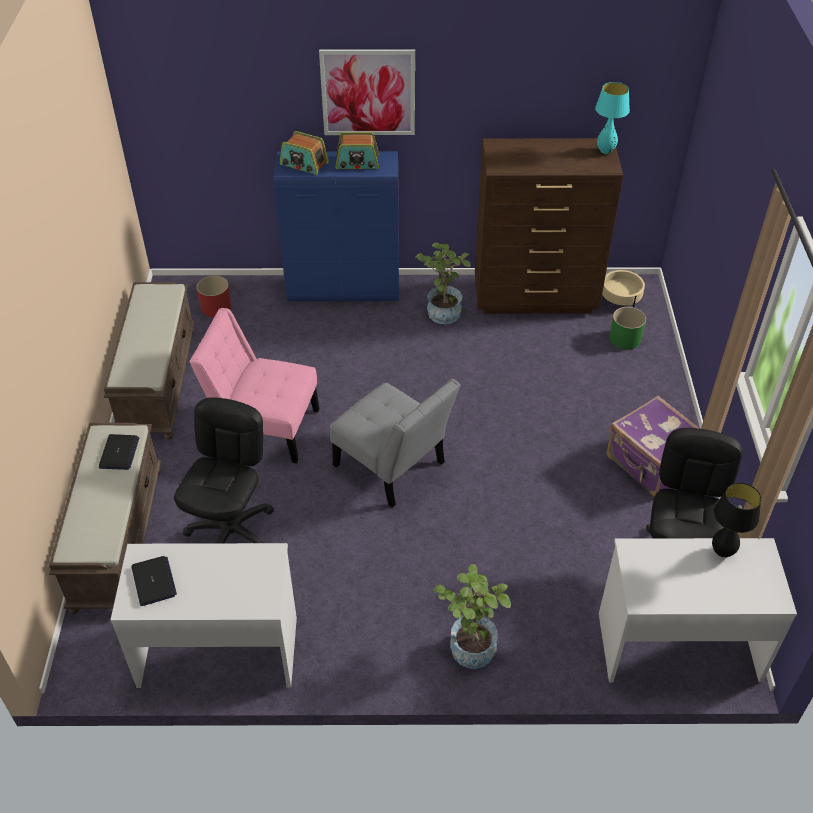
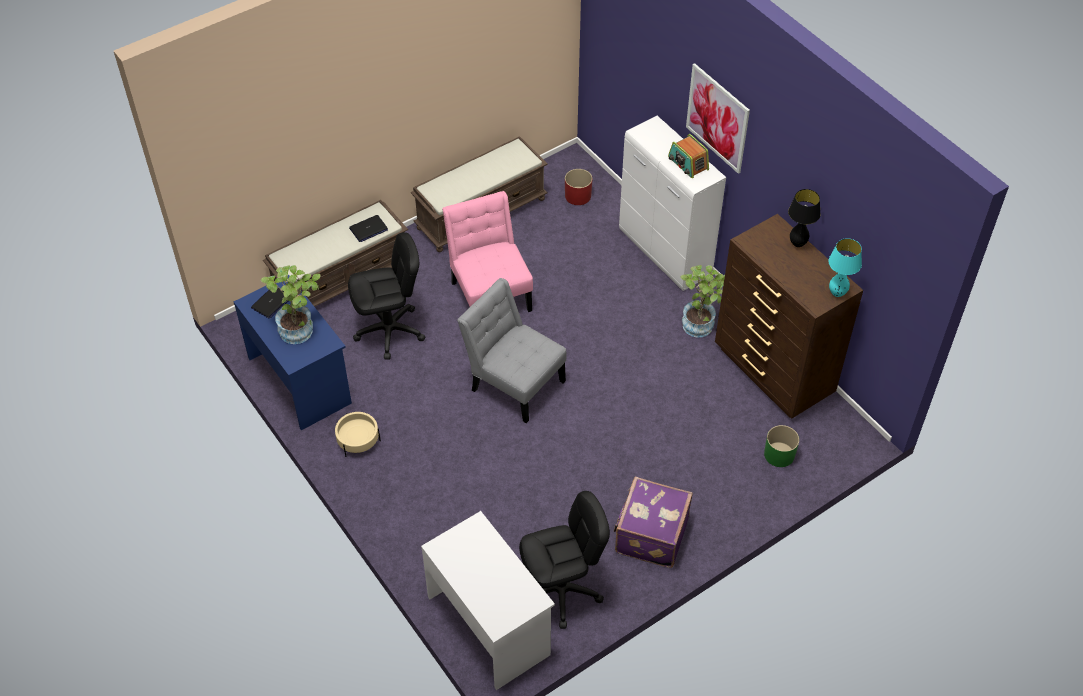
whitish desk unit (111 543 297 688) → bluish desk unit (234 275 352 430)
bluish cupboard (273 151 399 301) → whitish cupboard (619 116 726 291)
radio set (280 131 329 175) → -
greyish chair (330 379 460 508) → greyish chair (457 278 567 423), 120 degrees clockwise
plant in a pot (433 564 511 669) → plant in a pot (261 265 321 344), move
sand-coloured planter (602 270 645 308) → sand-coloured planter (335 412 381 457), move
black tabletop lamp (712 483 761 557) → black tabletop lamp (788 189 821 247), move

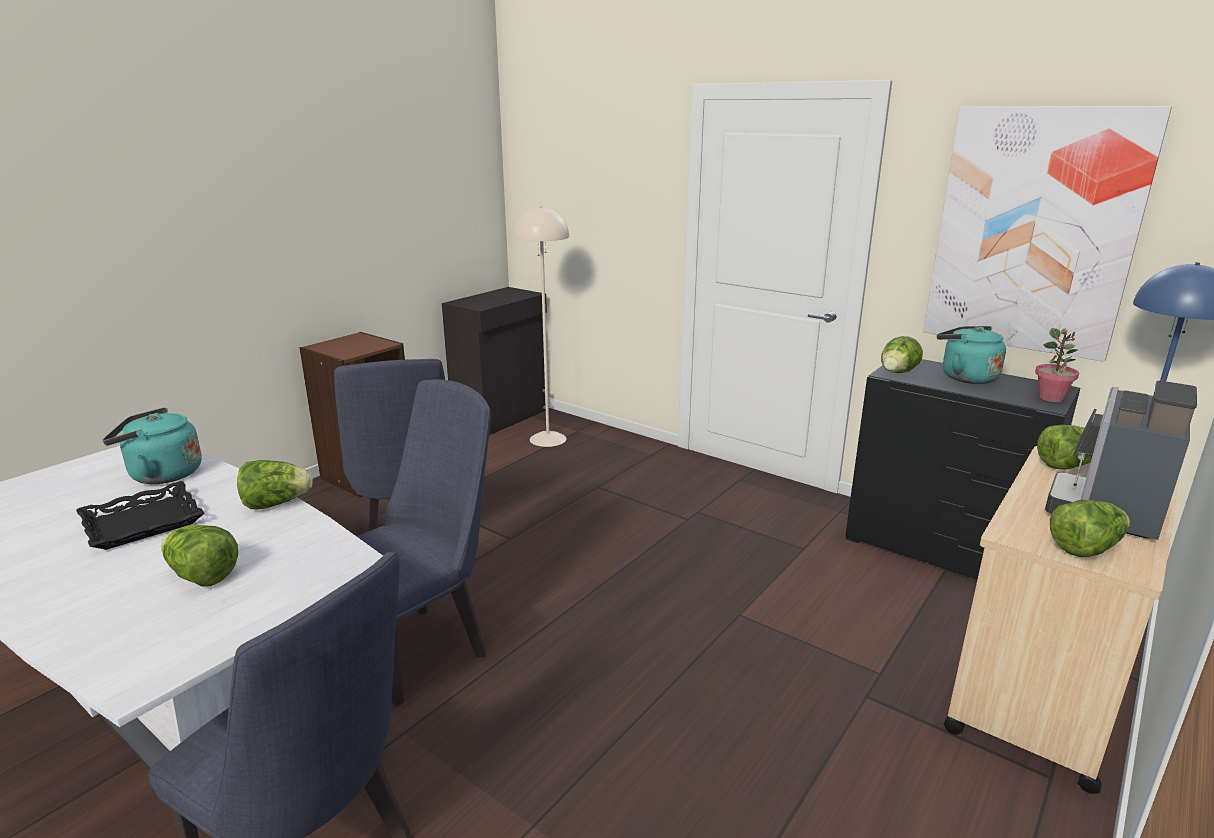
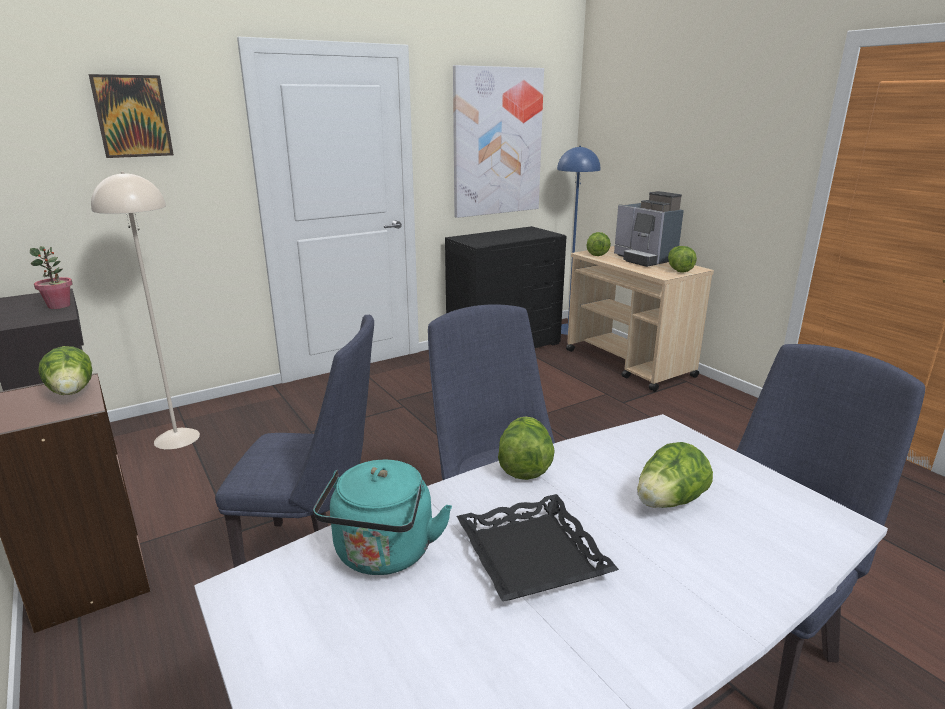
head of lettuce (881 336 923 373) → head of lettuce (38 346 92 395), move
turquoise kettle (937 326 1006 384) → -
plant in a pot (1035 328 1079 402) → plant in a pot (30 246 73 309), move
- → wall picture (88 74 174 158)

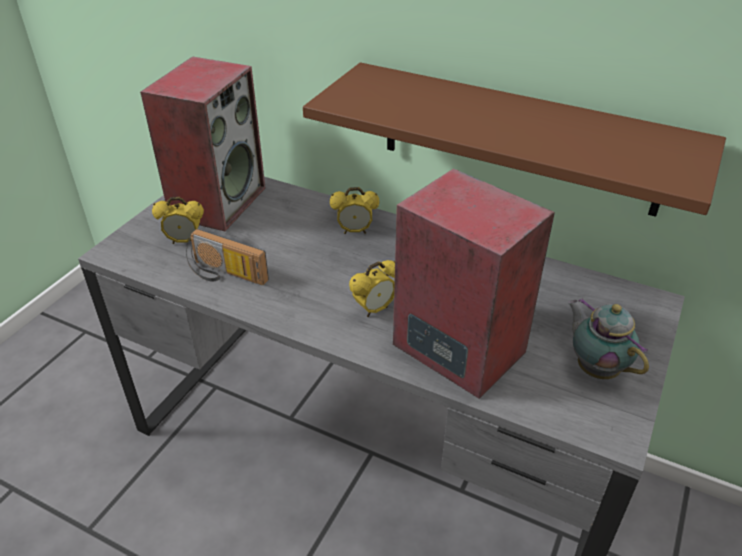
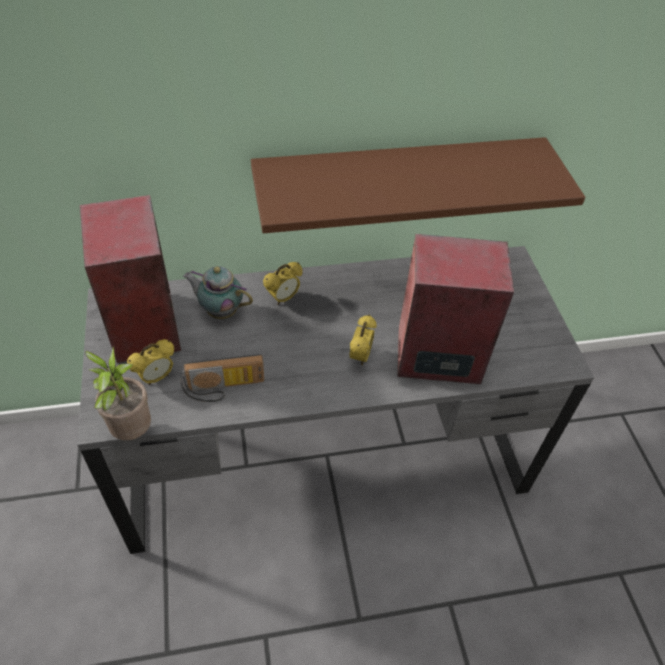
teapot (568 298 649 379) → teapot (183 266 253 319), move
- → plant in a pot (85 347 151 440)

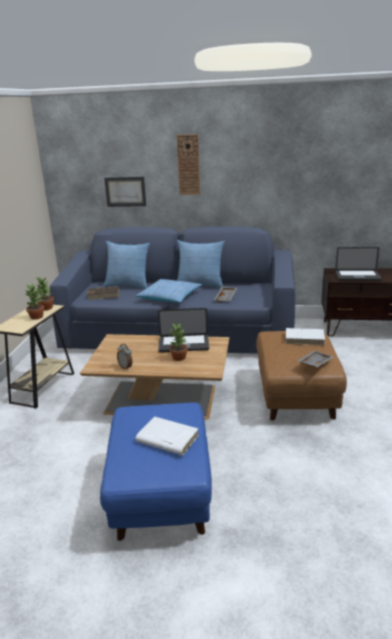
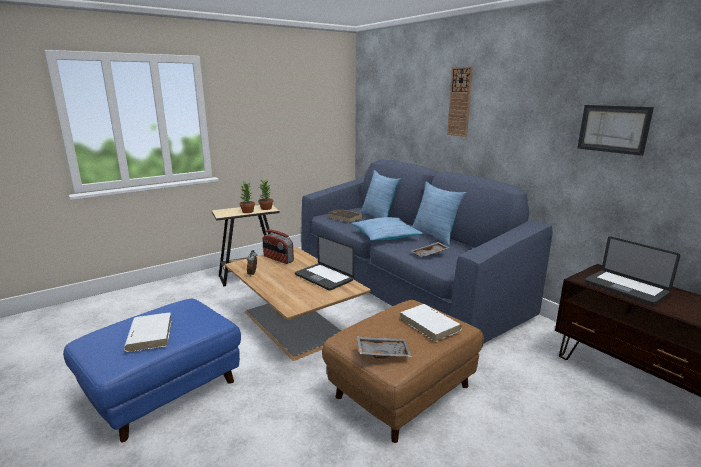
wall picture (104 177 146 207) → wall picture (577 105 654 156), move
plant in a pot (169 323 188 361) → -
- → radio set (262 229 294 264)

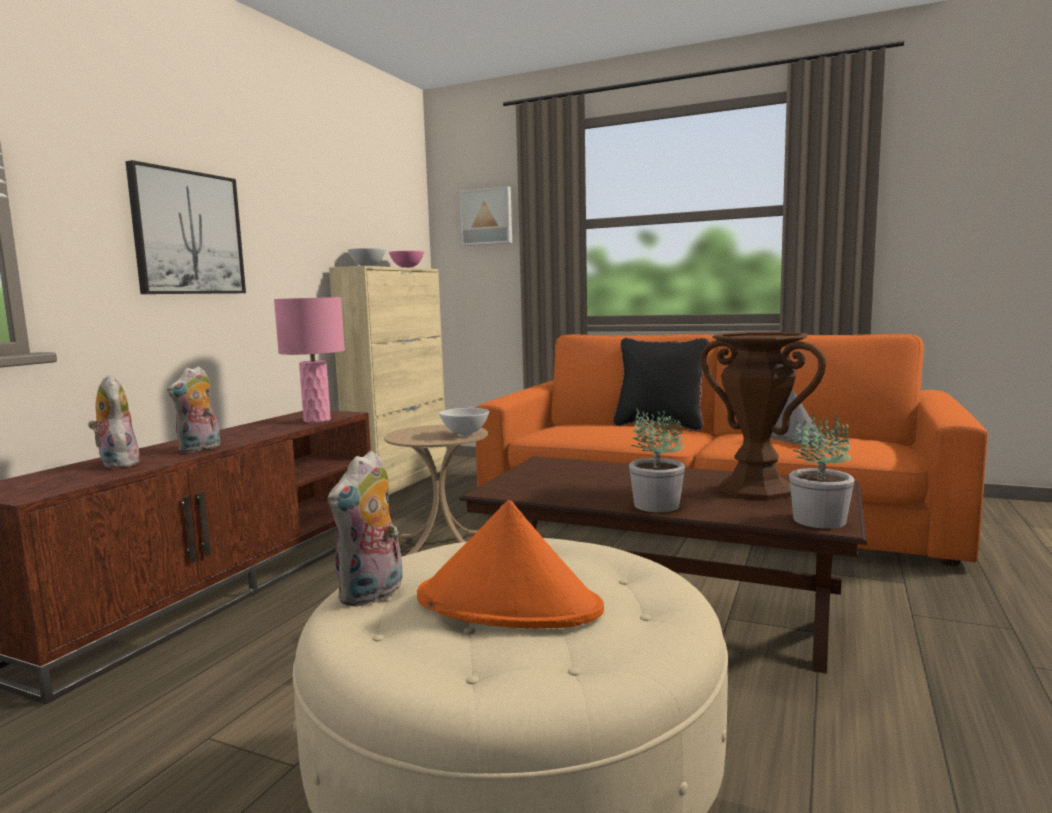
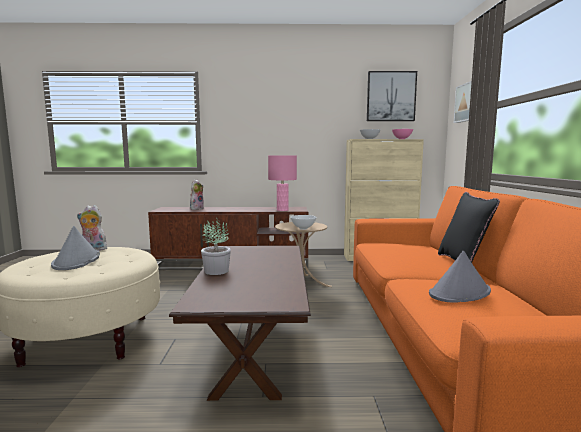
wall picture (125 160 246 294) → wall picture (367 71 417 121), move
soft toy (167 366 220 453) → -
orangey clothing hat (417 500 604 629) → greyish clothing hat (51 226 100 270)
brown-coloured decorative vase (700 332 826 500) → -
plant in a pot (789 412 855 529) → -

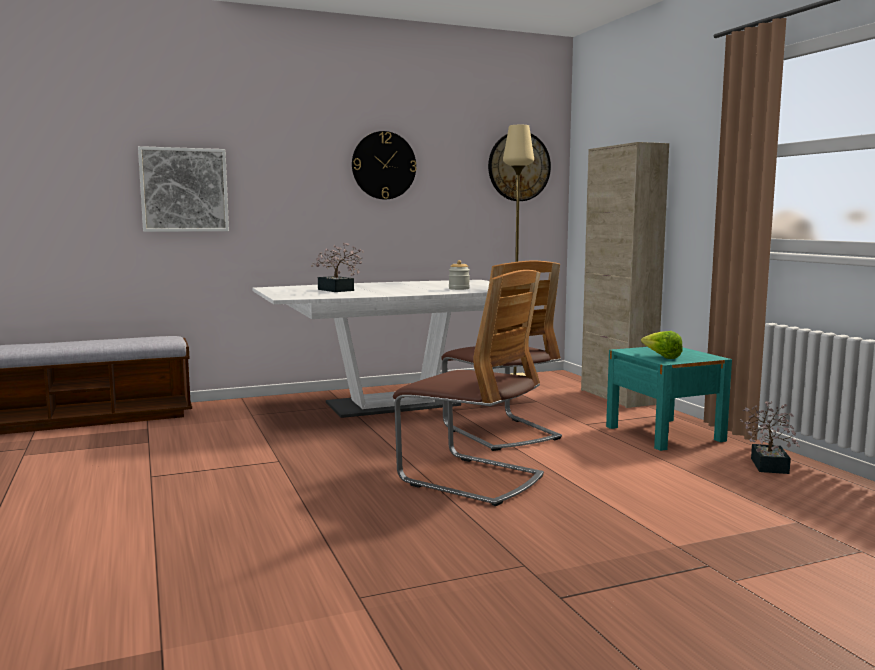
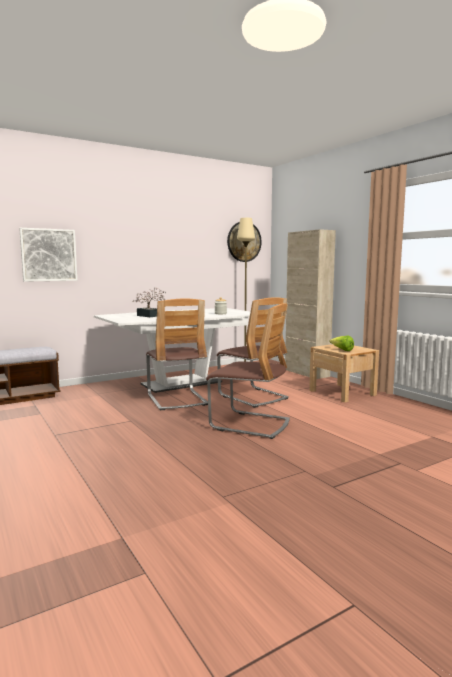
wall clock (352 131 417 200) → -
turquoise bedside table (606 347 732 451) → sand-coloured bedside table (309 344 379 403)
plant in a pot (740 401 800 474) → -
- → chair (146 298 208 410)

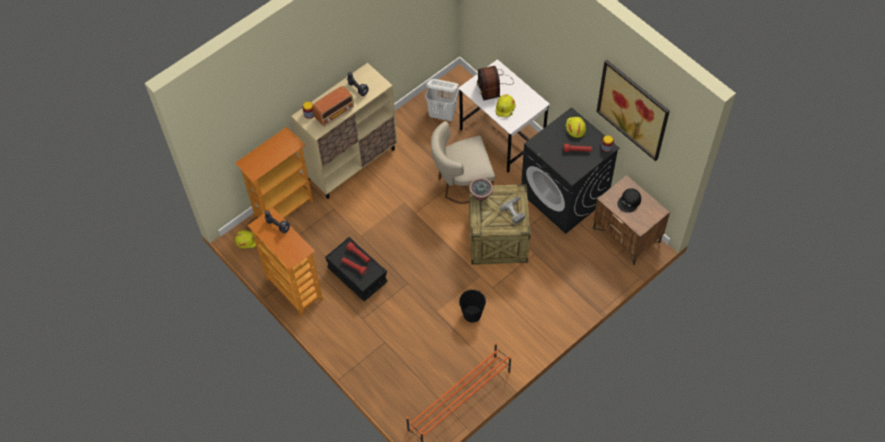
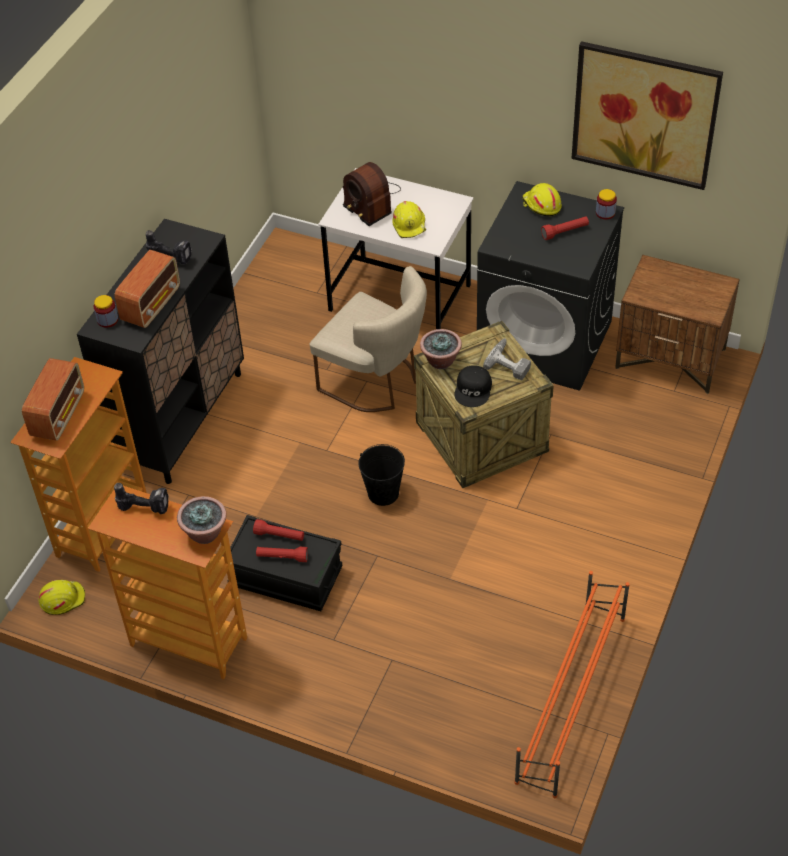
sand-coloured cupboard (291 63 397 199) → black cupboard (77 219 244 484)
whitish laundry basket (425 79 459 122) → -
sand-coloured chair (431 121 495 204) → sand-coloured chair (310 266 427 412), 105 degrees counterclockwise
black pail (459 289 486 322) → black pail (358 444 405 506), move
black baseball cap (617 188 641 213) → black baseball cap (454 365 492 407), move
- → radio set (22 358 84 441)
- → plant in a pot (177 496 227 544)

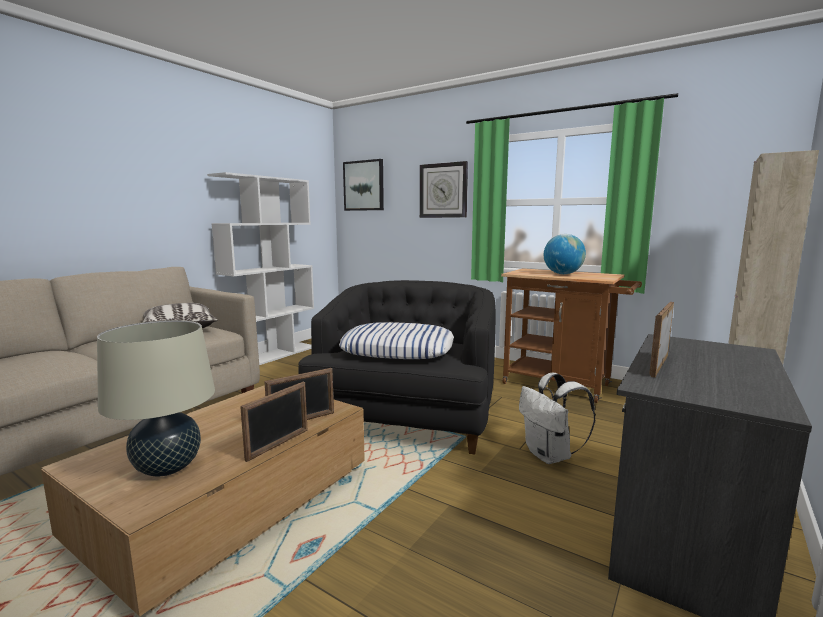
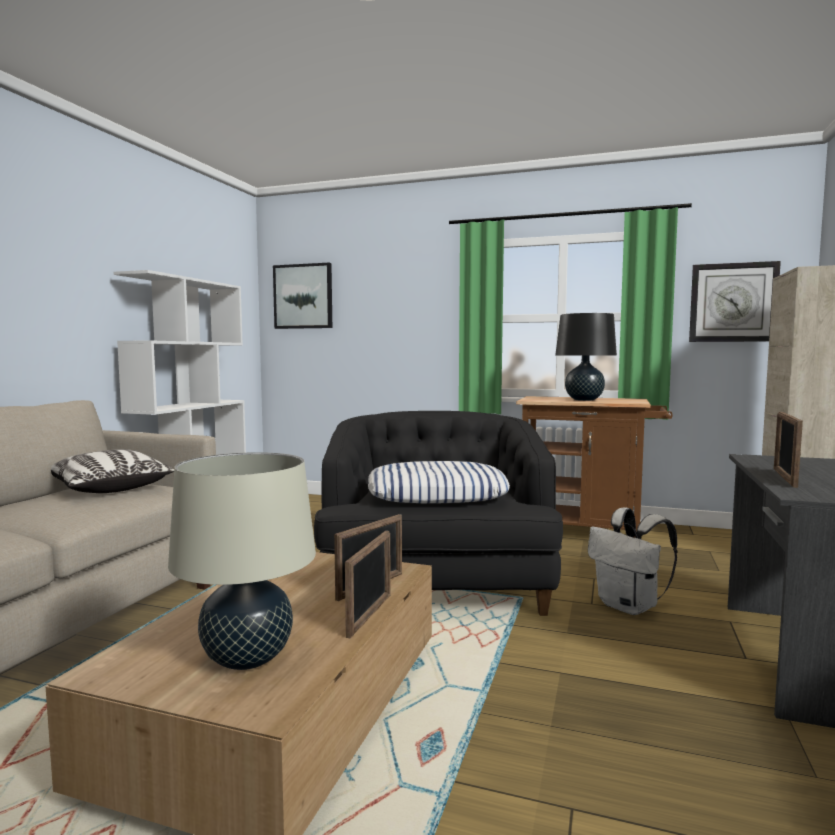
wall clock (420 161 468 218) → wall clock (689 261 781 342), move
globe (544 234 586 274) → black tabletop lamp (555 313 617 401)

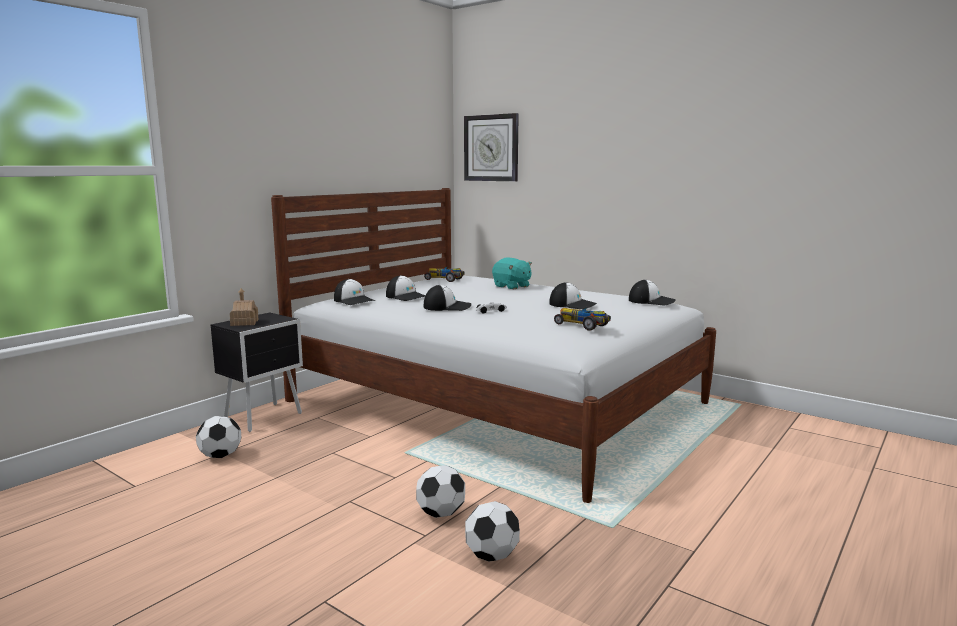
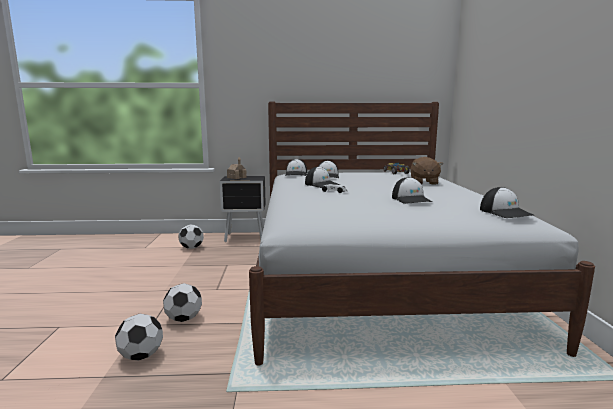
wall clock (464 113 519 181) → -
turquoise soft toy (492 258 532 289) → brown-coloured soft toy (411 157 443 185)
miniature car (554 308 611 331) → -

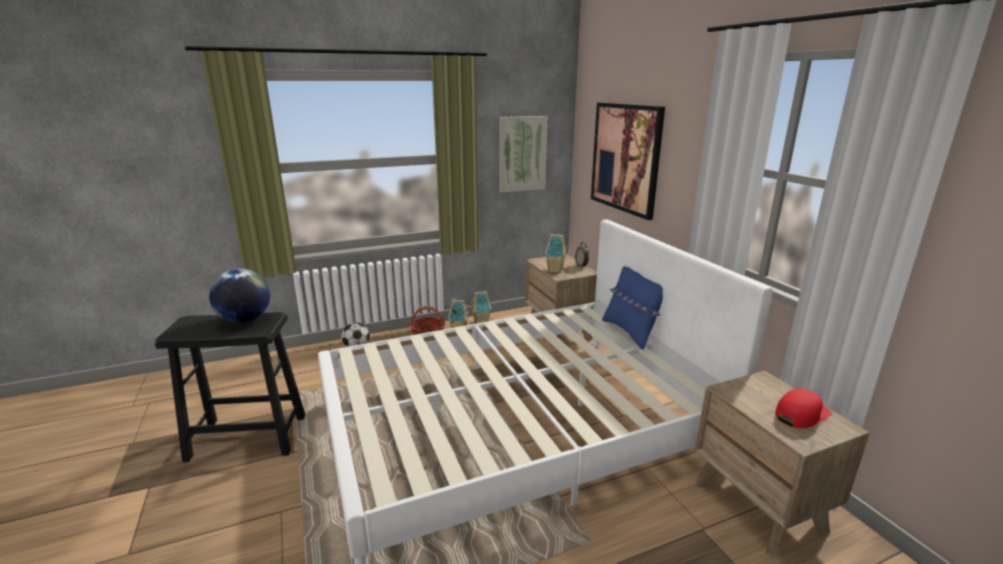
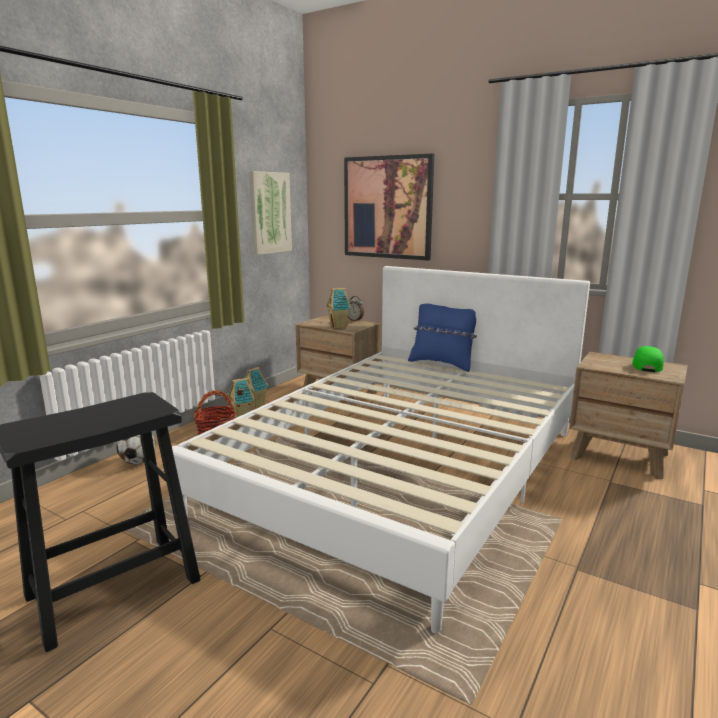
globe (209 268 270 323) → -
red-coloured baseball cap (775 388 832 428) → green baseball cap (632 346 664 372)

